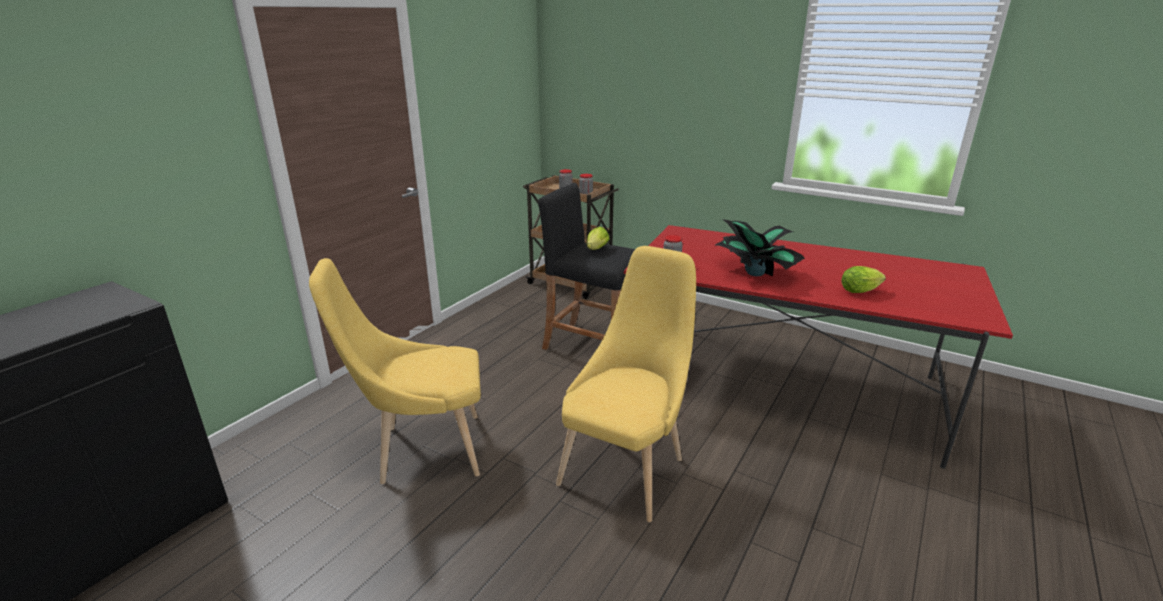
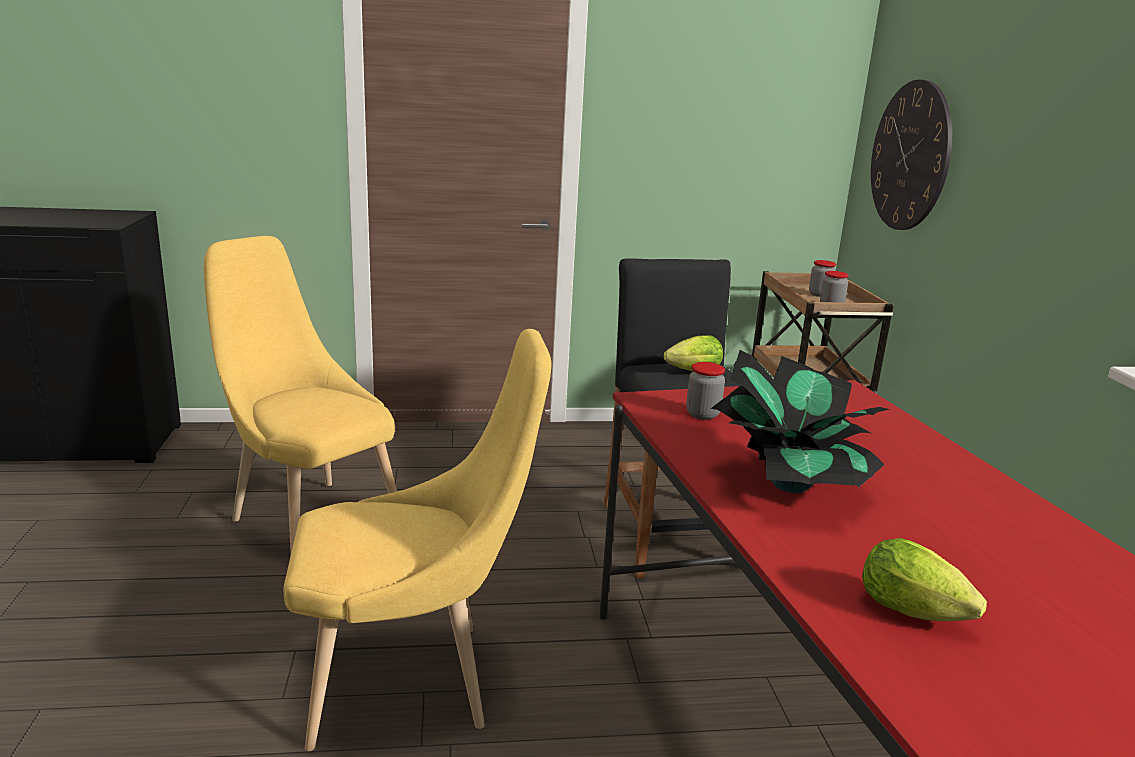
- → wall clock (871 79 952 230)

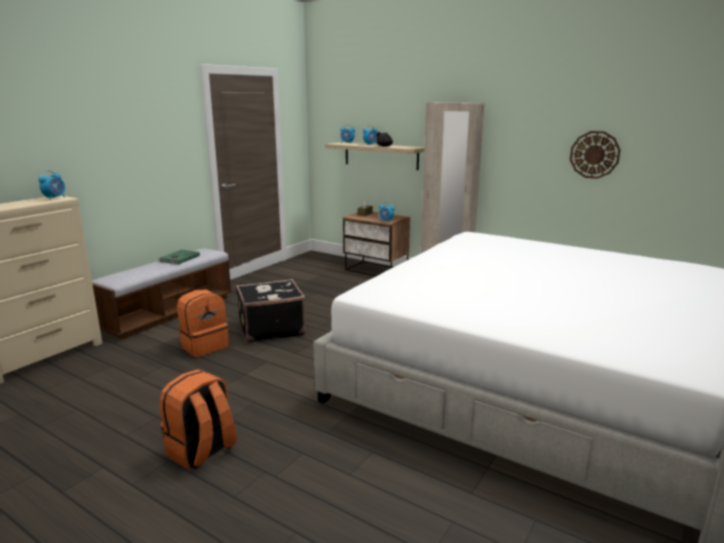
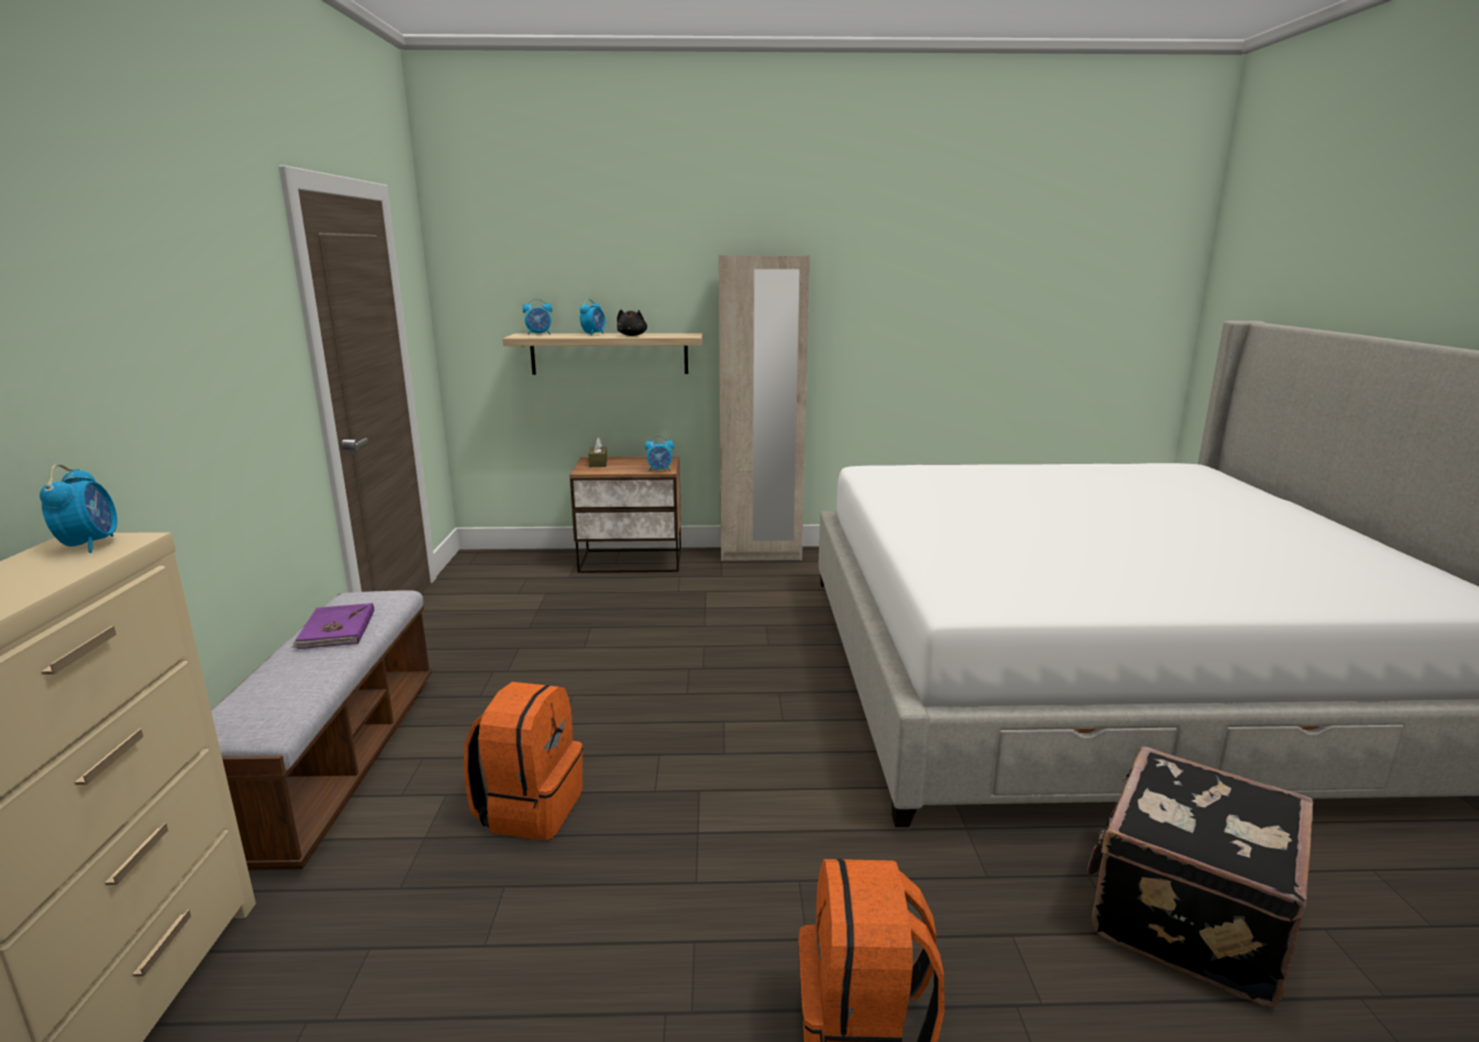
green volume (158 250 200 265) → purple-coloured volume (291 603 374 649)
black suitcase (236 279 305 343) → black suitcase (1087 746 1313 1007), move
wall clock (570 131 621 179) → -

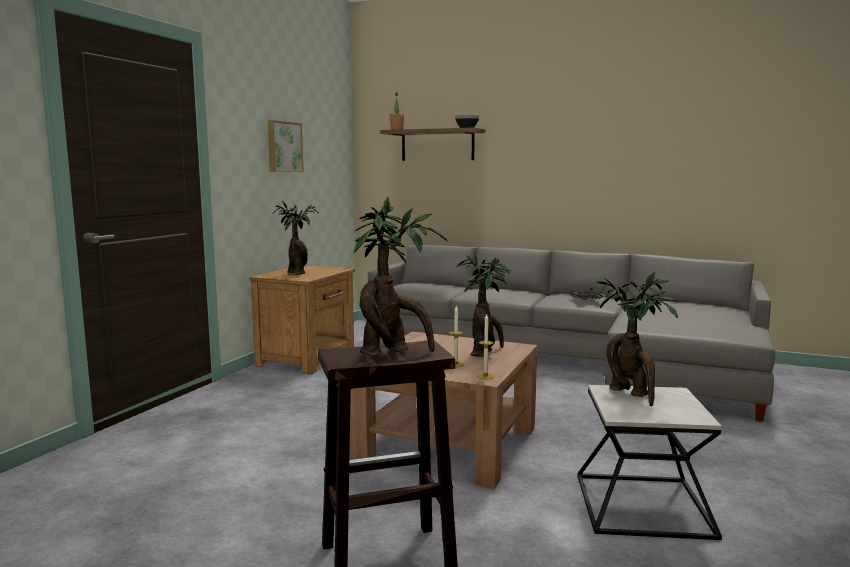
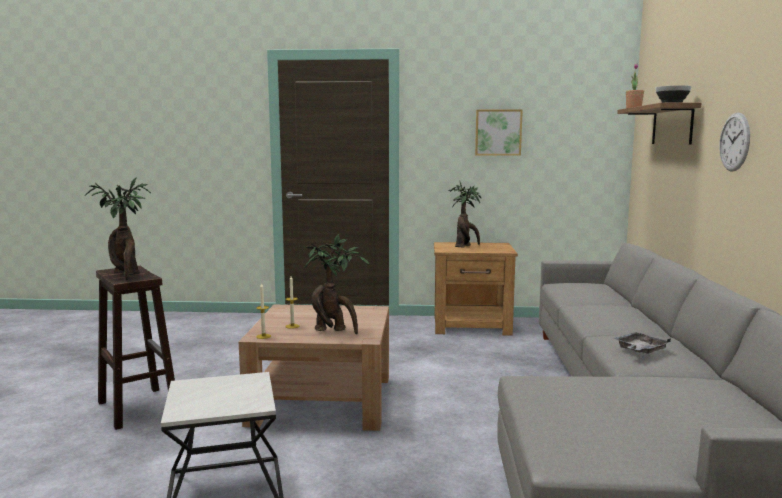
plant in a pot (596 272 678 406) → -
- → wall clock (719 112 750 172)

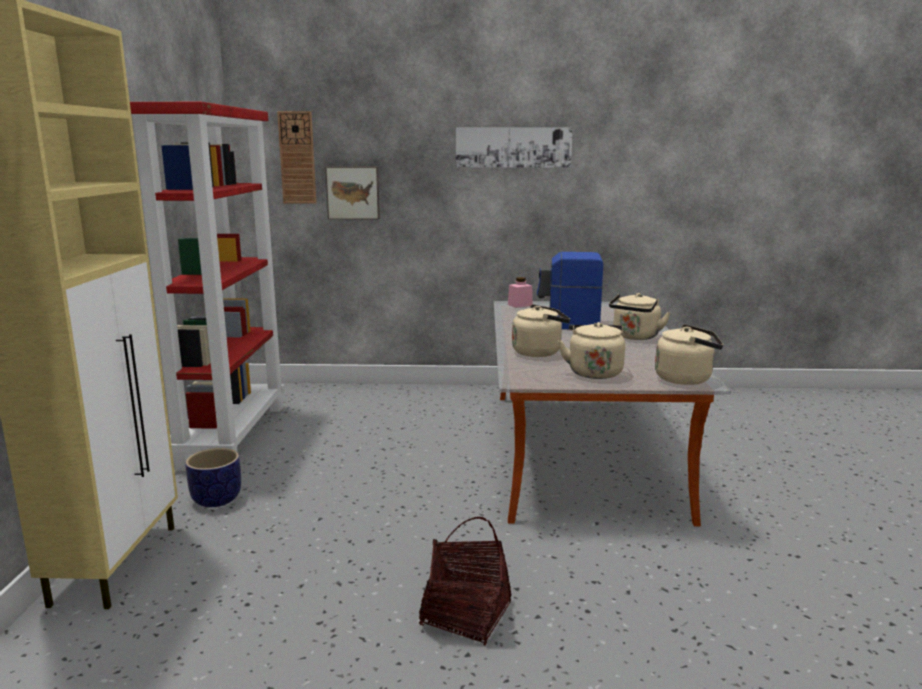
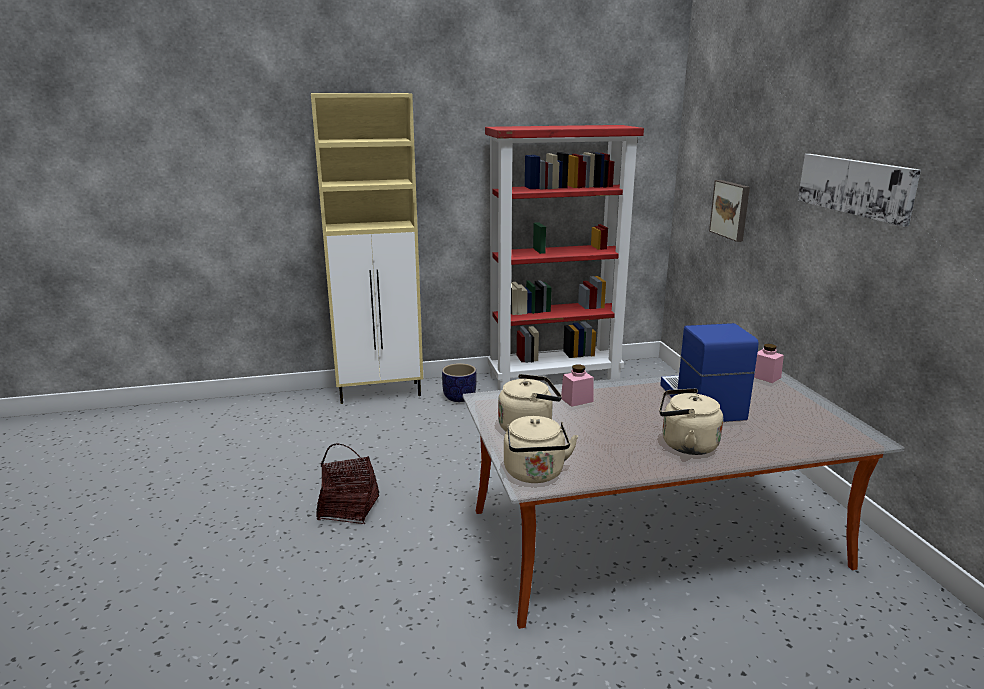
wall clock (277 111 316 204) → -
sand-coloured kettle (512 304 570 357) → pinkish storage jar (561 365 594 407)

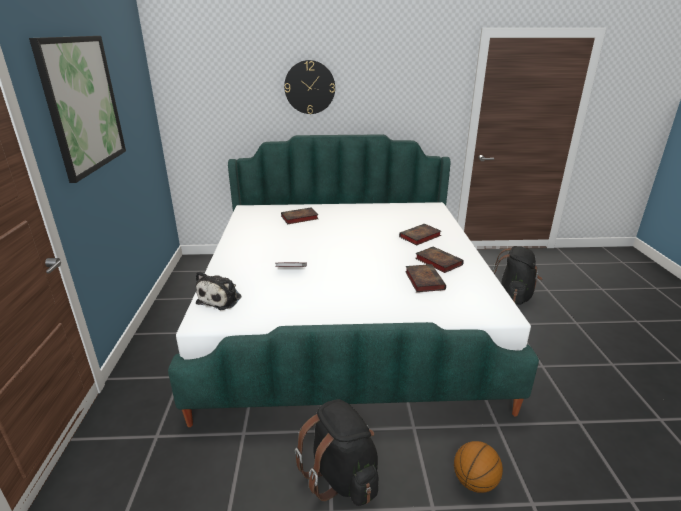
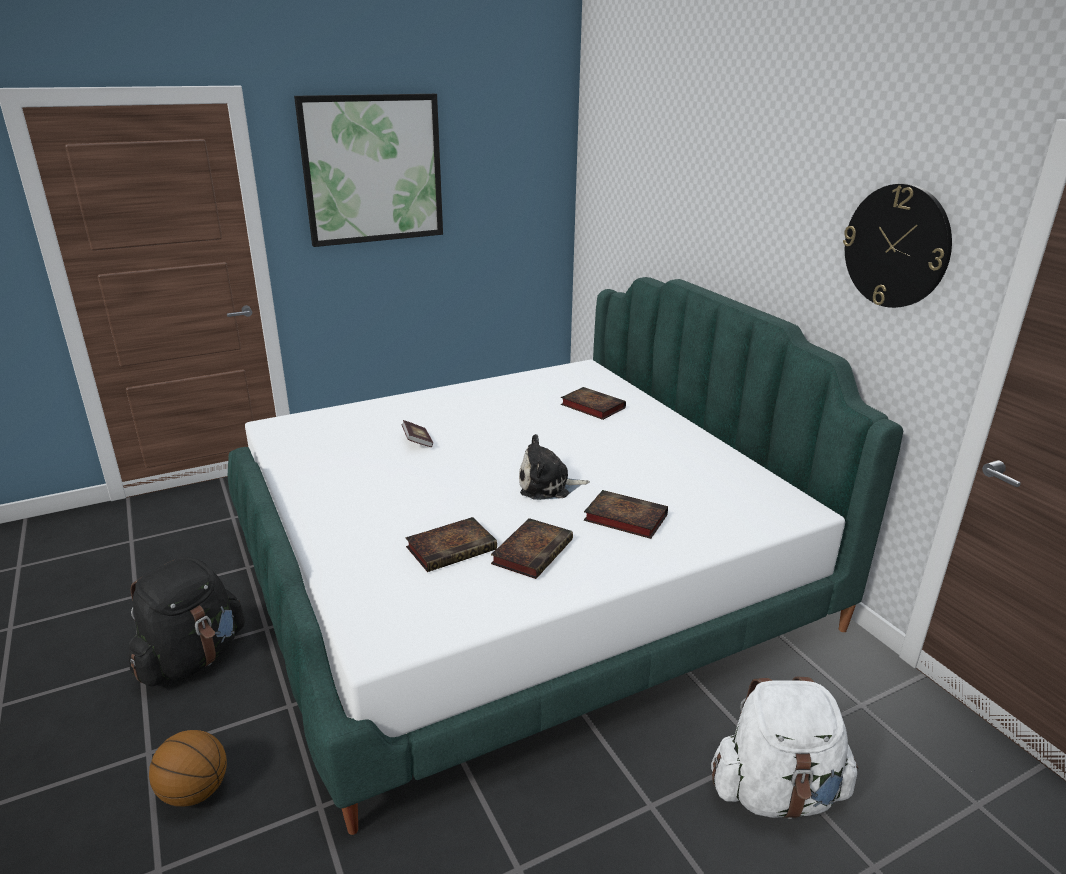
soft toy (196 271 241 310) → soft toy (519 434 590 500), move
wall clock (284 60 335 114) → wall clock (843 184 952 308), move
black knapsack (493 246 542 305) → whitish knapsack (711 677 858 819)

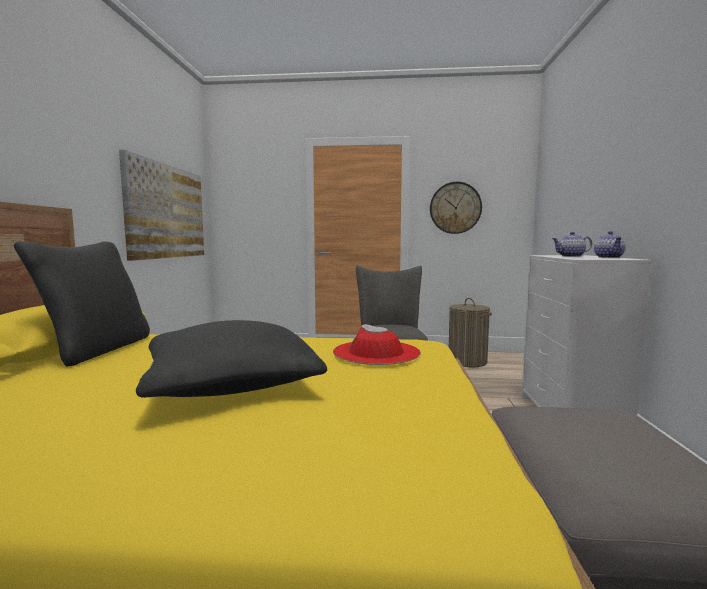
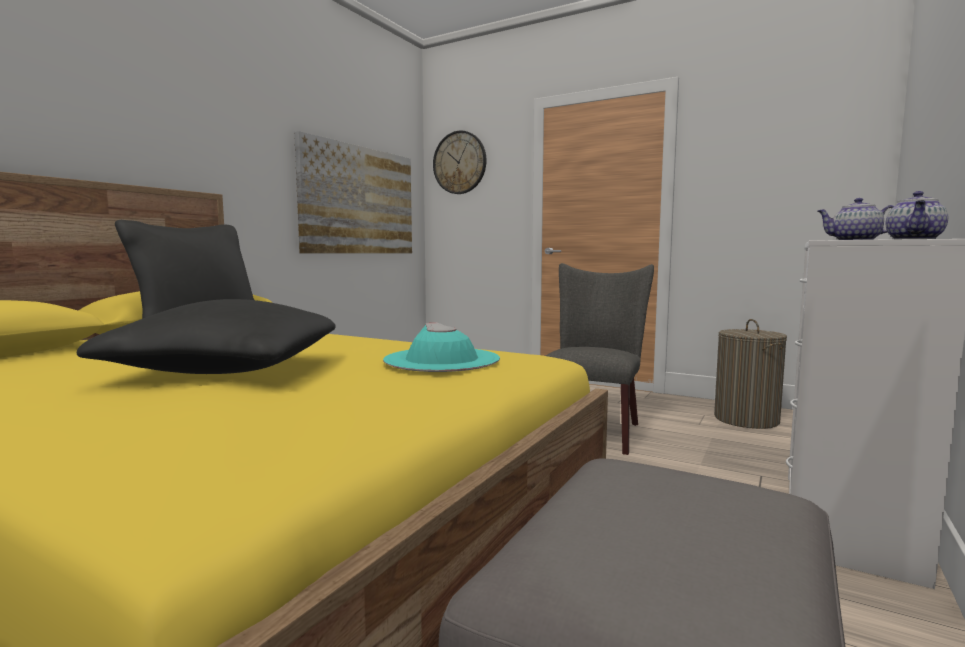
red-coloured clothing hat (333 324 421 365) → turquoise clothing hat (383 322 500 372)
wall clock (430 182 482 234) → wall clock (433 131 486 194), move

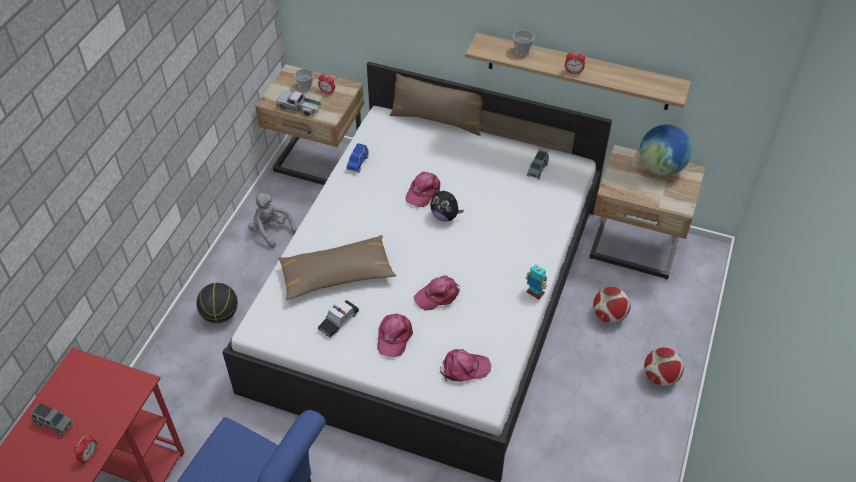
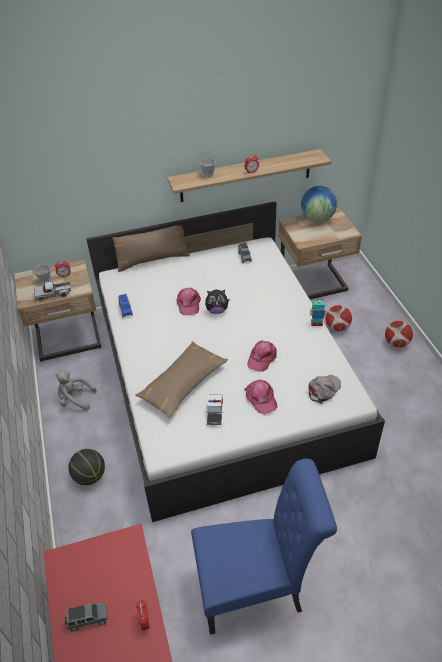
pinkish baseball cap (440 349 491 382) → greyish baseball cap (308 375 341 404)

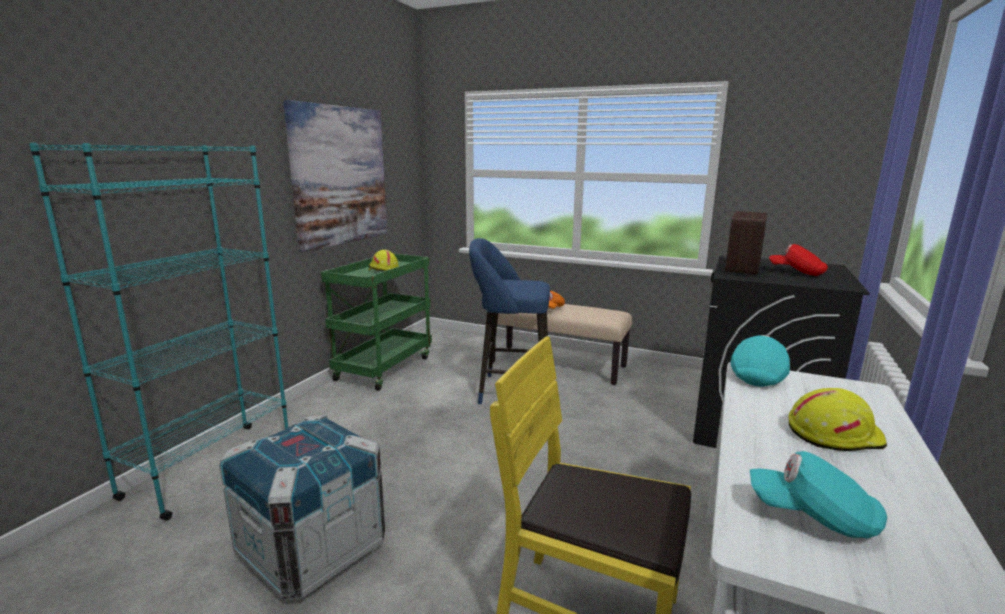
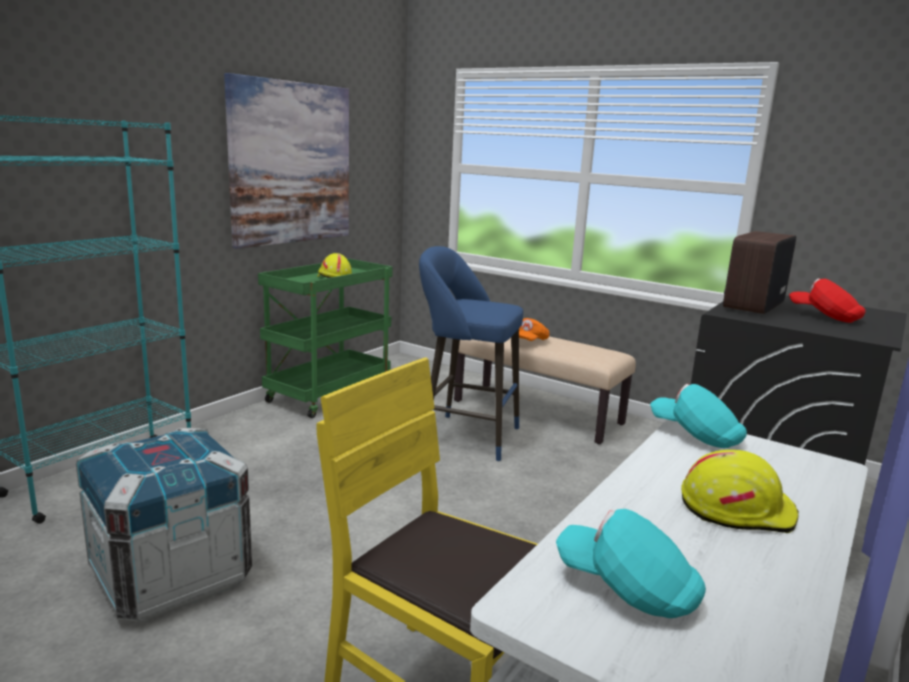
turquoise baseball cap (730 335 790 387) → turquoise baseball cap (650 384 747 448), 90 degrees counterclockwise

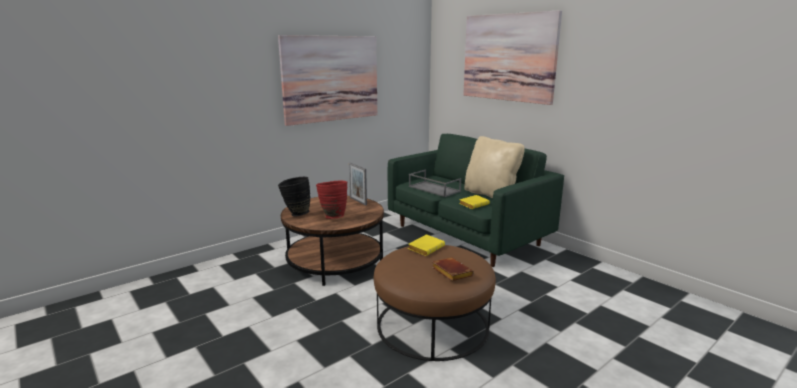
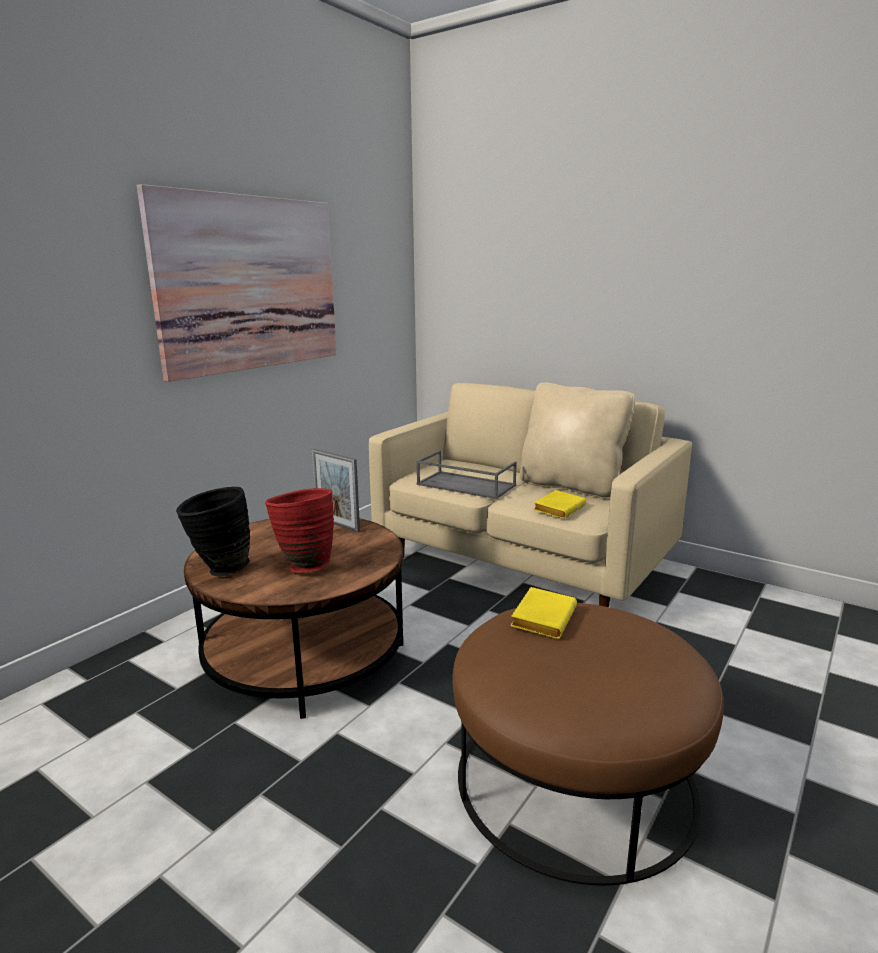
green sofa (388 134 564 267) → sand-coloured sofa (369 383 692 607)
brown-coloured volume (432 257 474 281) → -
wall picture (463 10 562 105) → -

